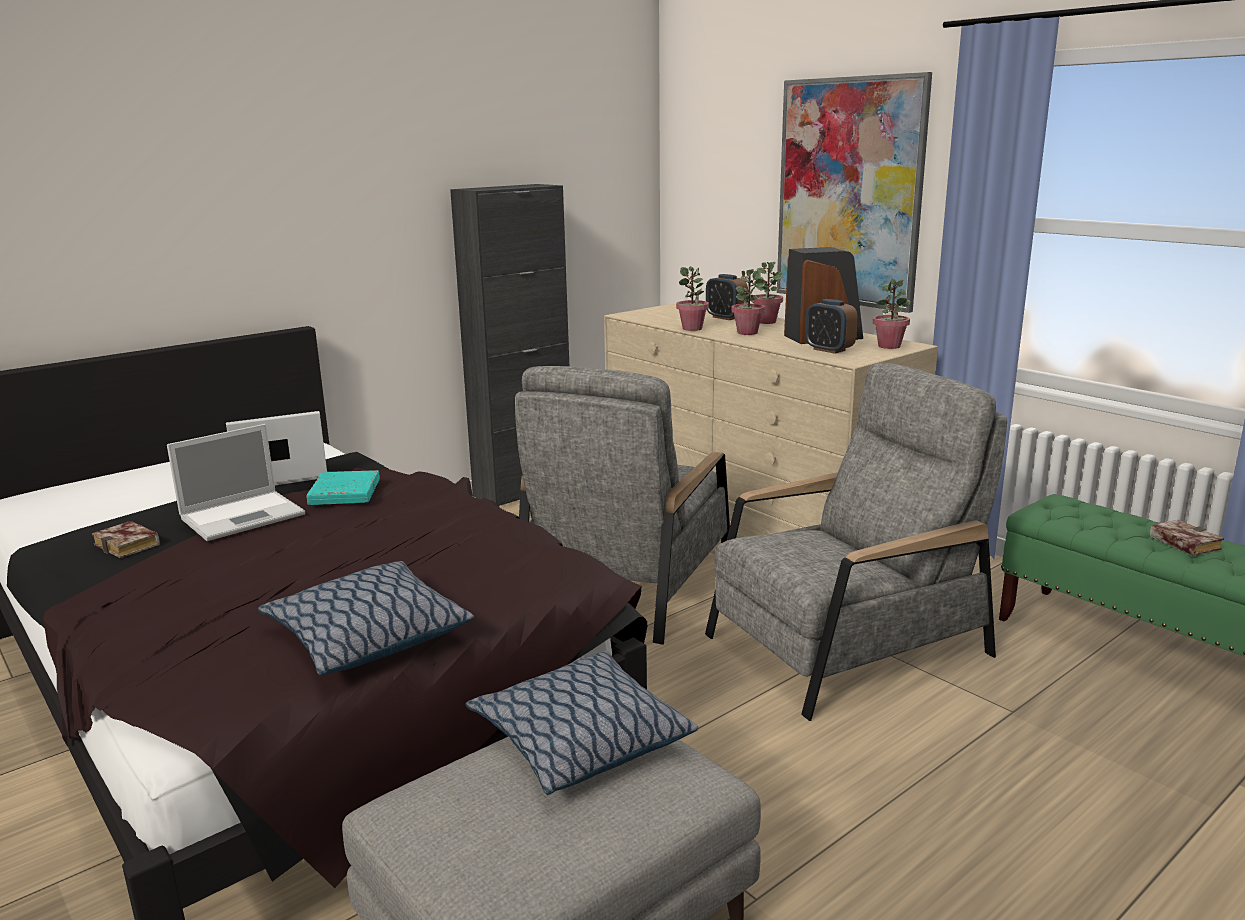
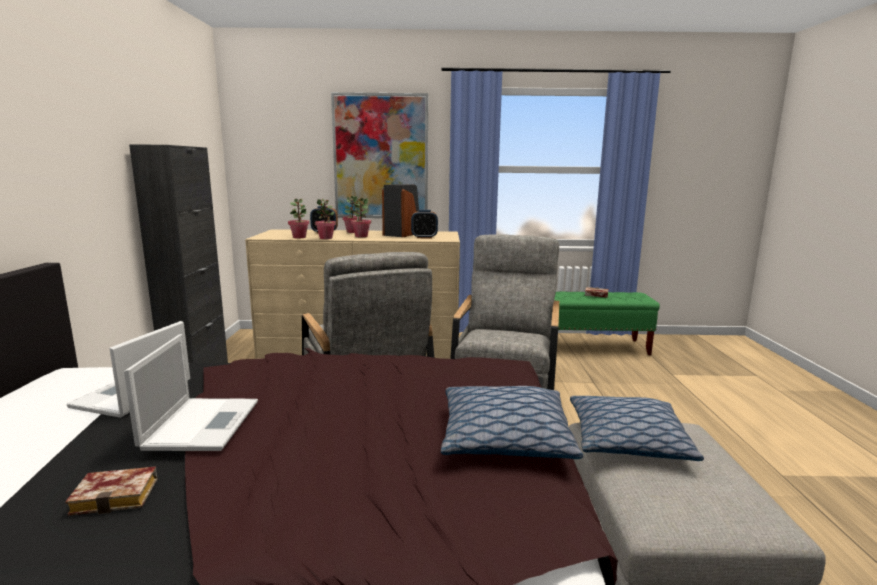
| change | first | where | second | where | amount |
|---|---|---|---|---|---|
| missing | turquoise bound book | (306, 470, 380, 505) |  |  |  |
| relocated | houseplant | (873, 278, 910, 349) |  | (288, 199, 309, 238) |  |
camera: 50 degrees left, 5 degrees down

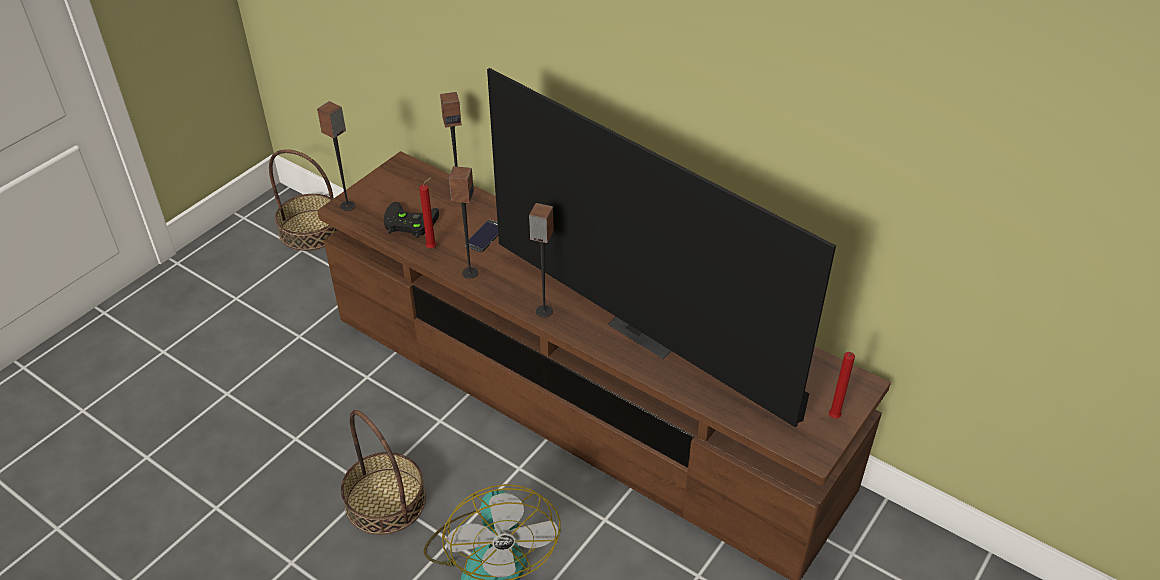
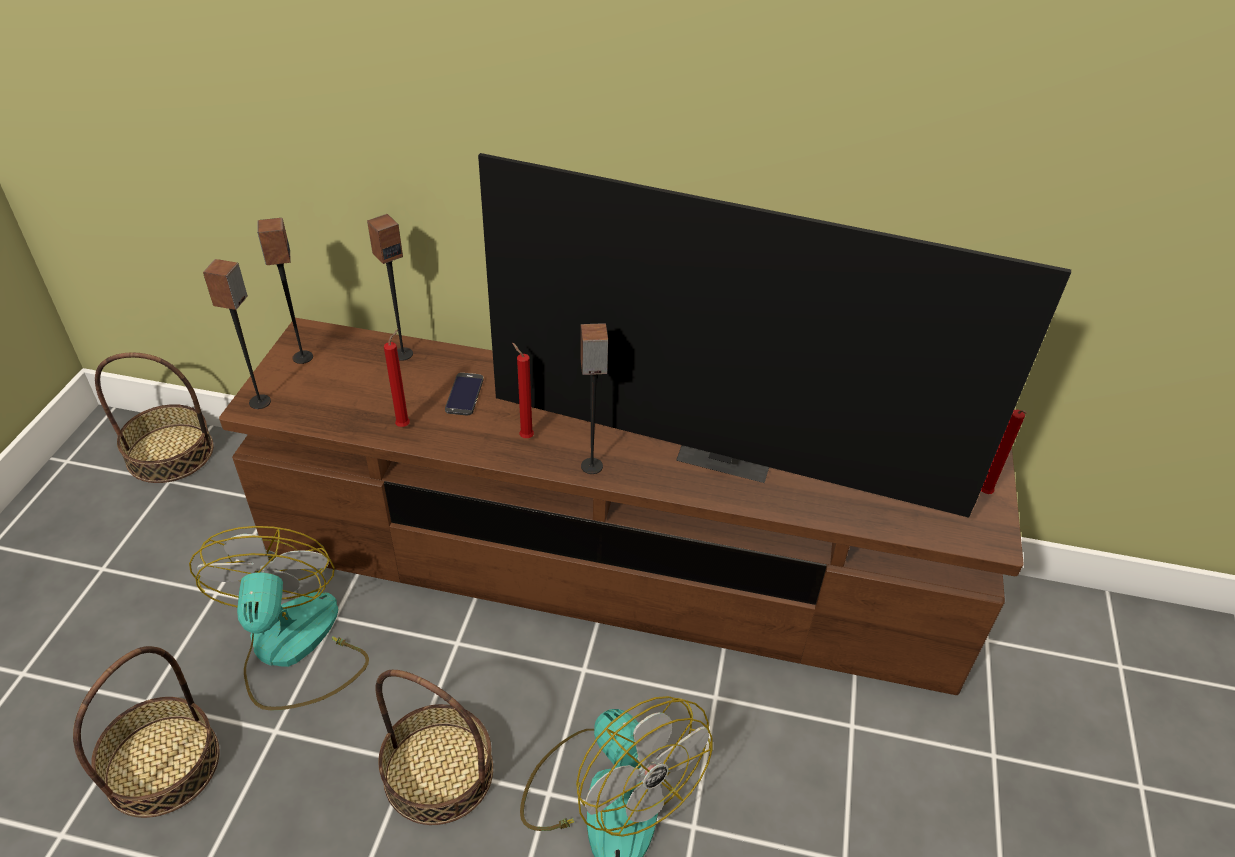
| change | first | where | second | where | amount |
|---|---|---|---|---|---|
| missing | black-coloured gamepad | (384, 202, 439, 238) |  |  |  |
| relocated | audio speaker | (449, 166, 478, 279) |  | (257, 218, 313, 364) |  |
| appeared |  |  | basket | (73, 646, 220, 818) |  |
| appeared |  |  | electric fan | (189, 526, 369, 710) |  |
| appeared |  |  | red wax light | (512, 343, 534, 438) |  |
camera: 25 degrees left, 0 degrees up

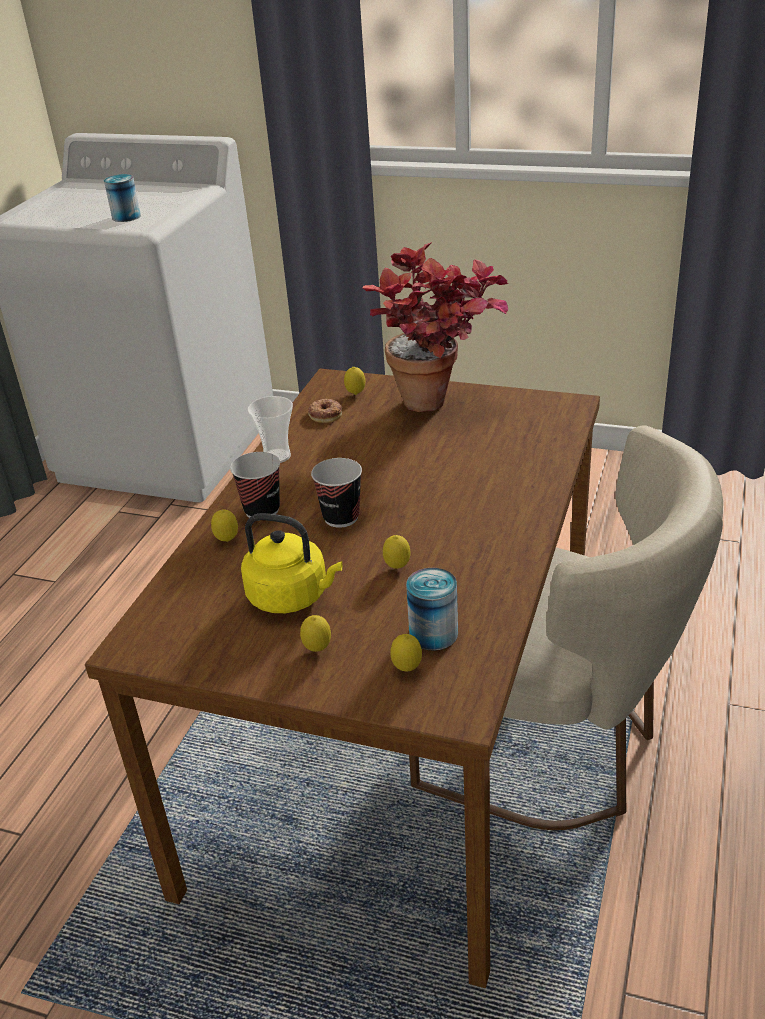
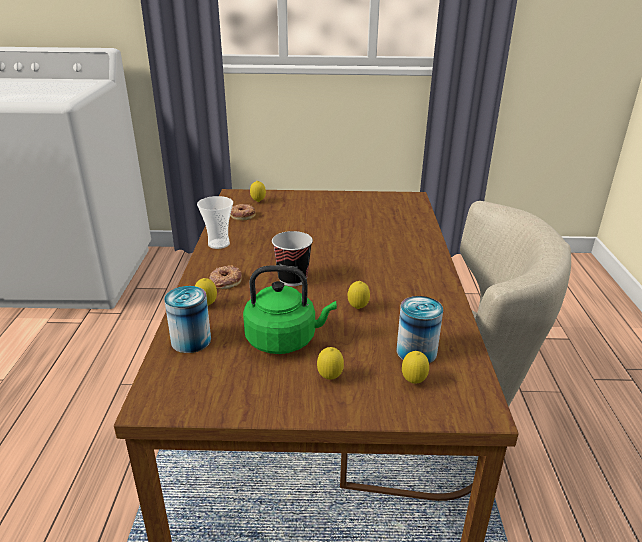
| change | first | where | second | where | amount |
|---|---|---|---|---|---|
| relocated | can | (104, 174, 141, 222) |  | (164, 286, 211, 353) |  |
| exchanged | drinking cup | (230, 452, 280, 518) | ring doughnut | (209, 265, 242, 289) |  |
| colour | yellow-coloured water kettle | (241, 513, 342, 613) | green-coloured water kettle | (243, 265, 337, 354) |  |
| missing | houseplant | (362, 242, 508, 412) |  |  |  |
camera: 20 degrees left, 5 degrees down

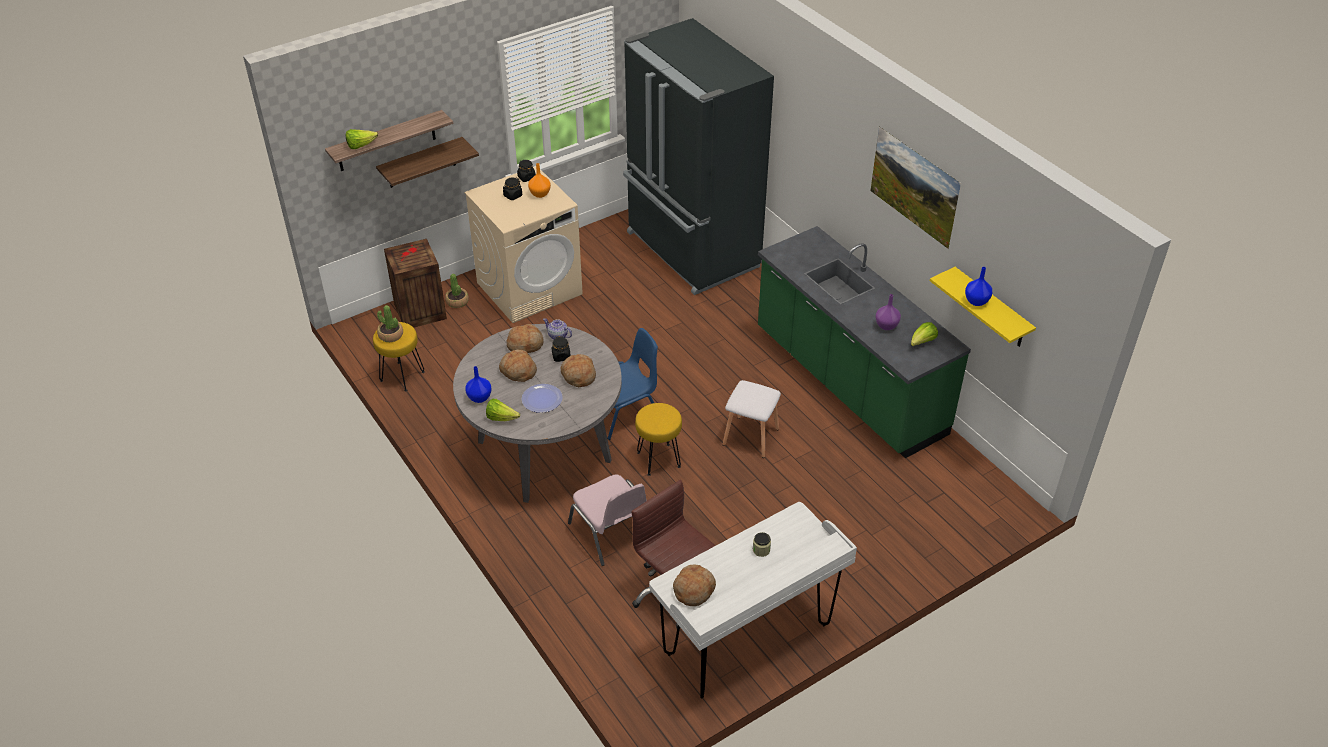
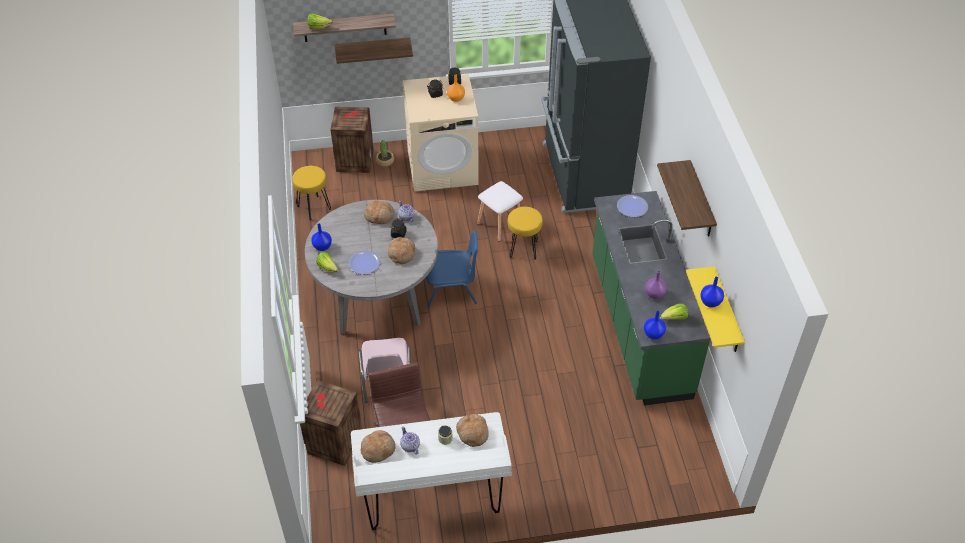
| change | first | where | second | where | amount |
|---|---|---|---|---|---|
| missing | houseplant | (377, 305, 403, 342) |  |  |  |
| relocated | bakery bread | (499, 350, 537, 382) |  | (456, 414, 489, 447) |  |
| relocated | yellow-coloured stool seat | (635, 403, 682, 476) |  | (508, 207, 543, 260) |  |
| relocated | whitish stool seat | (723, 380, 781, 458) |  | (477, 181, 523, 242) |  |
| exchanged | picture | (871, 127, 961, 249) | wall shelf | (657, 160, 717, 237) |  |
| appeared |  |  | shipping crate | (300, 380, 362, 466) |  |
| appeared |  |  | teapot | (400, 426, 420, 455) |  |
| appeared |  |  | plate | (617, 195, 648, 217) |  |
| appeared |  |  | blue flower vase | (644, 311, 666, 340) |  |
camera: 25 degrees right, 5 degrees up

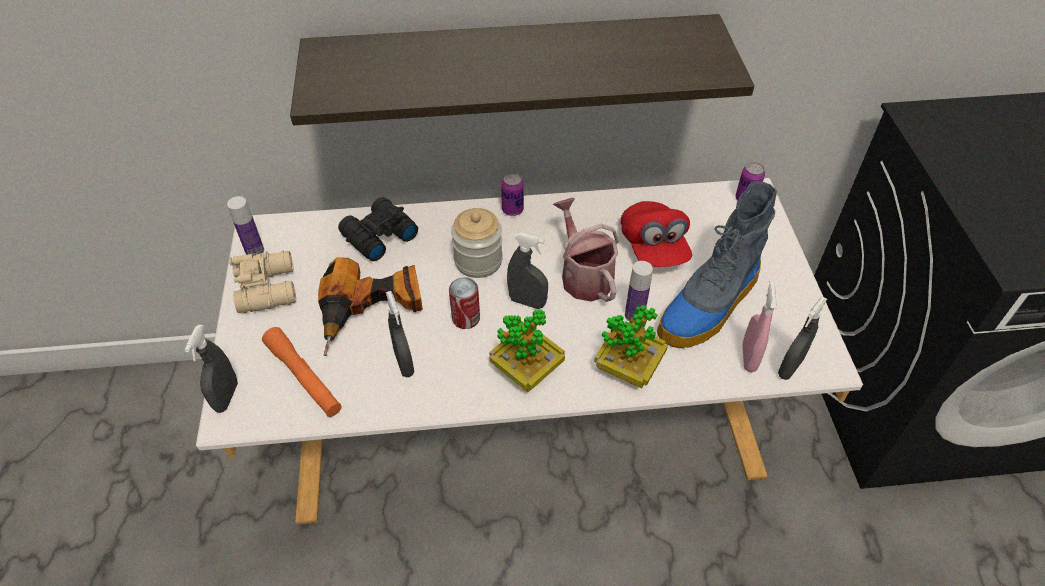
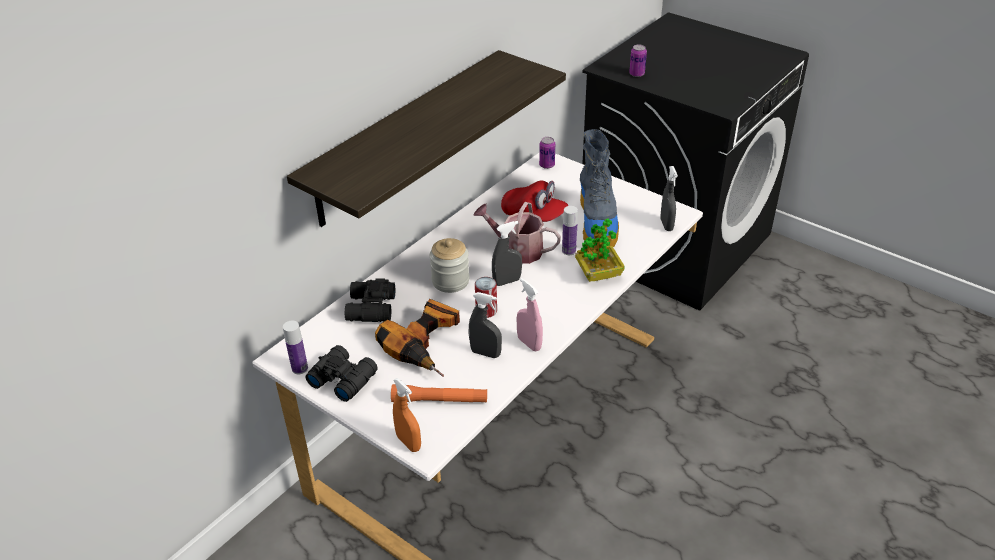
| change | first | where | second | where | amount |
|---|---|---|---|---|---|
| colour | gray hand sprayer | (185, 325, 238, 413) | orangey hand sprayer | (393, 378, 421, 452) |  |
| colour | beige field glasses | (229, 251, 296, 313) | black-coloured field glasses | (305, 345, 378, 402) |  |
| missing | houseplant | (489, 310, 565, 392) |  |  |  |
| relocated | can | (501, 173, 524, 216) |  | (629, 45, 647, 77) |  |
| relocated | pink-coloured hand sprayer | (743, 280, 776, 373) |  | (517, 278, 543, 351) |  |
camera: 45 degrees left, 10 degrees down

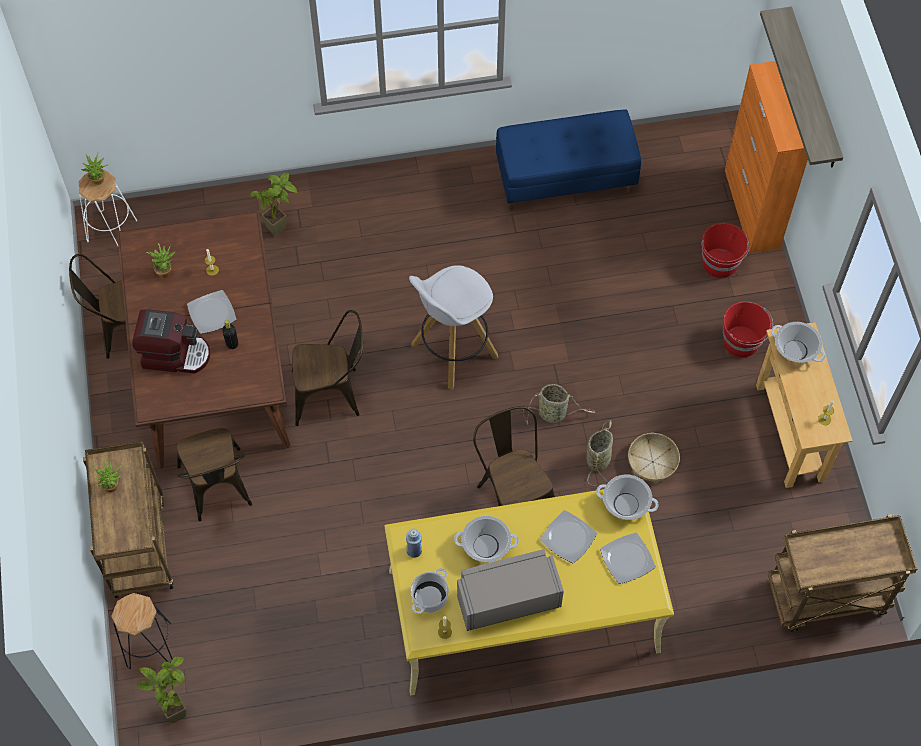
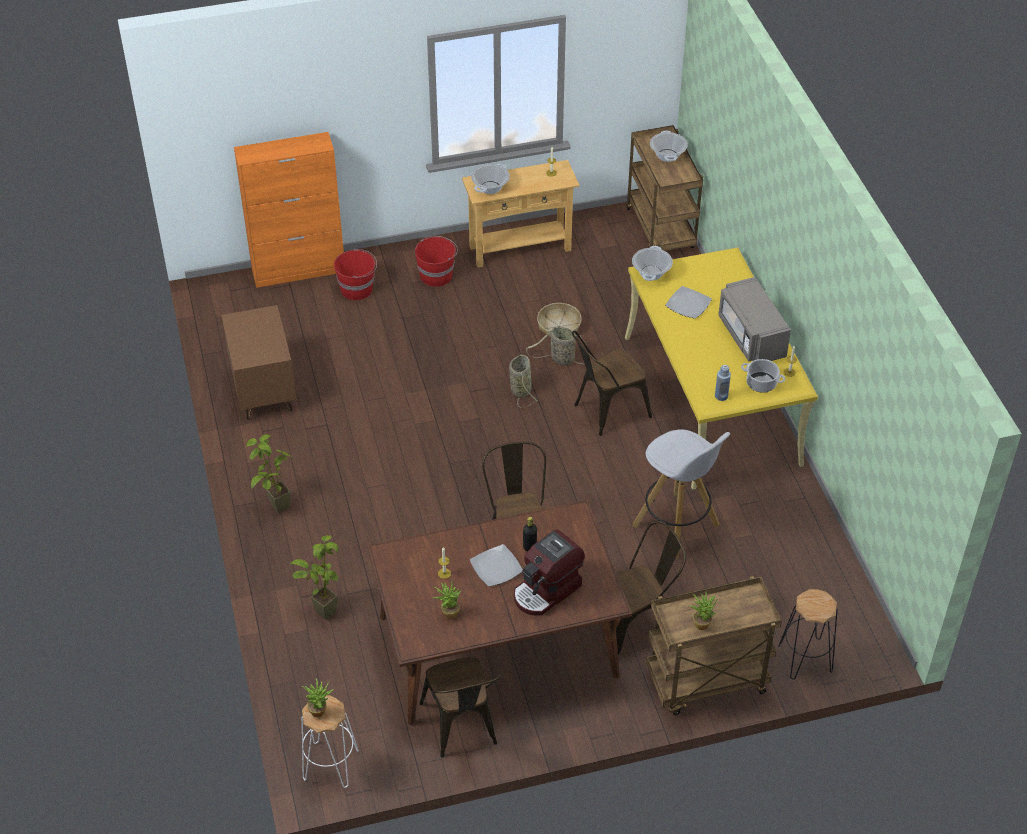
| change | first | where | second | where | amount |
|---|---|---|---|---|---|
| spun | coffee brewer | (132, 309, 210, 373) |  | (514, 529, 585, 615) | 135 degrees counterclockwise |
| relocated | houseplant | (137, 657, 186, 723) |  | (246, 435, 294, 514) |  |
| relocated | whitish stool seat | (409, 265, 498, 390) |  | (632, 429, 730, 559) |  |
| relocated | saucepot | (454, 516, 519, 562) |  | (650, 130, 688, 162) |  |
| exchanged | blue indoor bench | (496, 109, 641, 211) | brownish nightstand | (221, 305, 297, 419) |  |
| missing | plate | (600, 533, 656, 584) |  |  |  |
| missing | wall shelf | (760, 7, 843, 168) |  |  |  |
camera: 95 degrees left, 15 degrees down

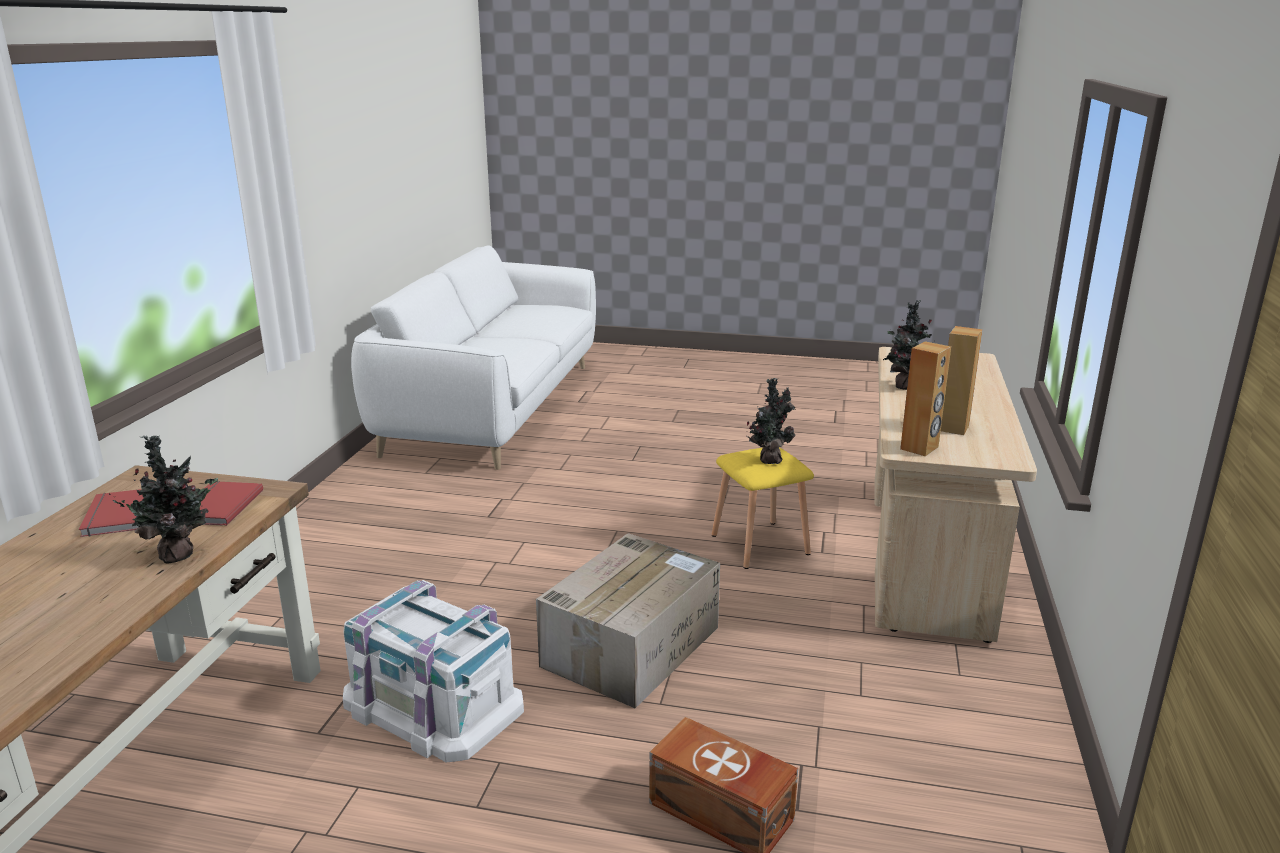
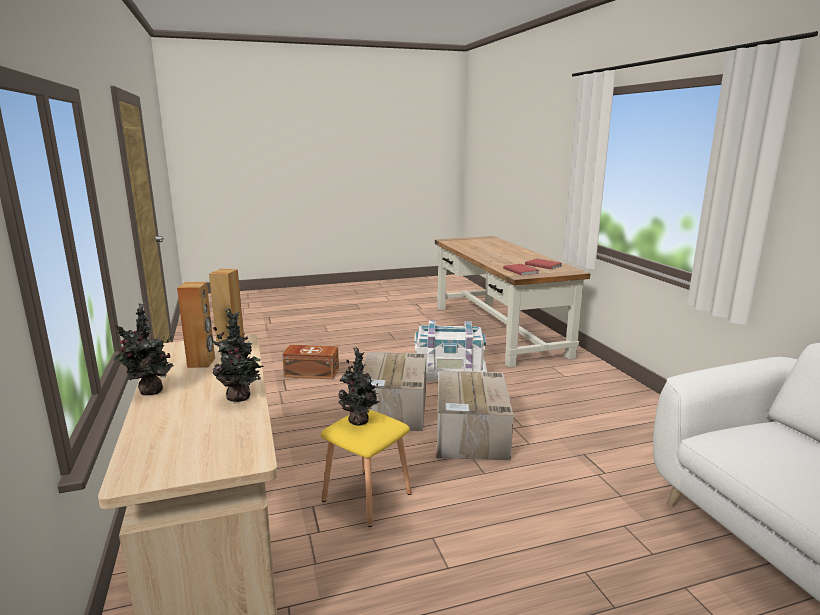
| change | first | where | second | where | amount |
|---|---|---|---|---|---|
| relocated | houseplant | (109, 436, 218, 563) |  | (113, 303, 174, 396) |  |
| appeared |  |  | cardboard box | (437, 371, 514, 461) |  |
camera: 150 degrees right, 5 degrees down

